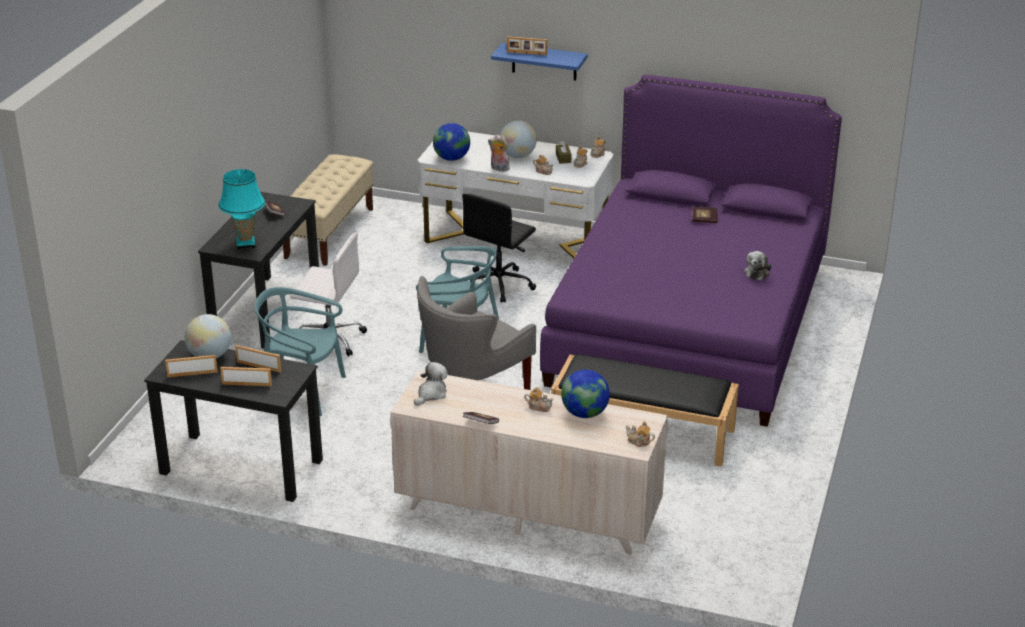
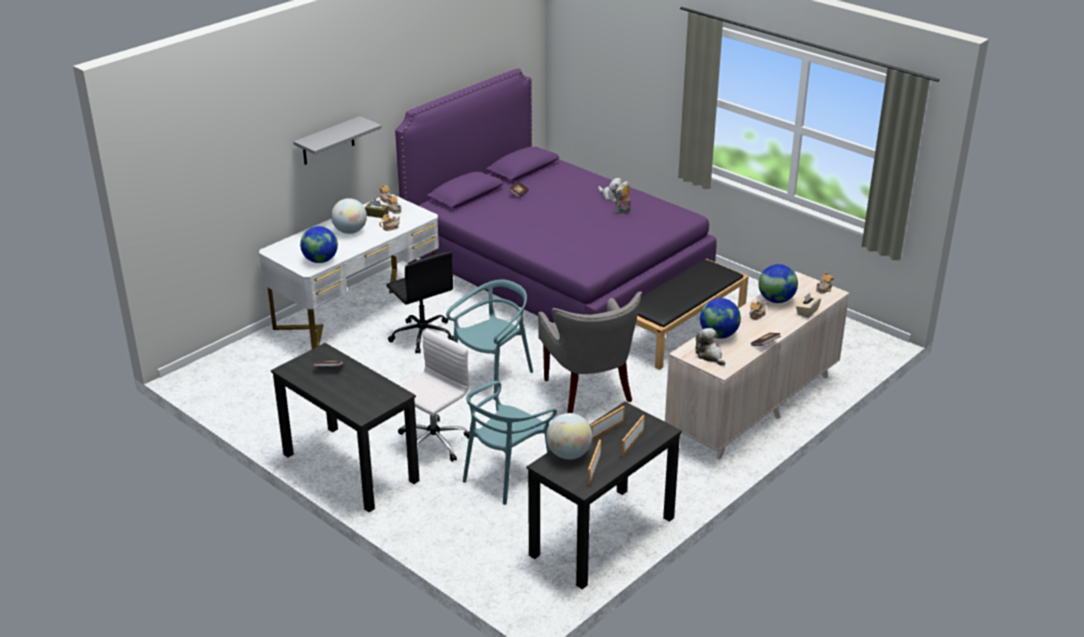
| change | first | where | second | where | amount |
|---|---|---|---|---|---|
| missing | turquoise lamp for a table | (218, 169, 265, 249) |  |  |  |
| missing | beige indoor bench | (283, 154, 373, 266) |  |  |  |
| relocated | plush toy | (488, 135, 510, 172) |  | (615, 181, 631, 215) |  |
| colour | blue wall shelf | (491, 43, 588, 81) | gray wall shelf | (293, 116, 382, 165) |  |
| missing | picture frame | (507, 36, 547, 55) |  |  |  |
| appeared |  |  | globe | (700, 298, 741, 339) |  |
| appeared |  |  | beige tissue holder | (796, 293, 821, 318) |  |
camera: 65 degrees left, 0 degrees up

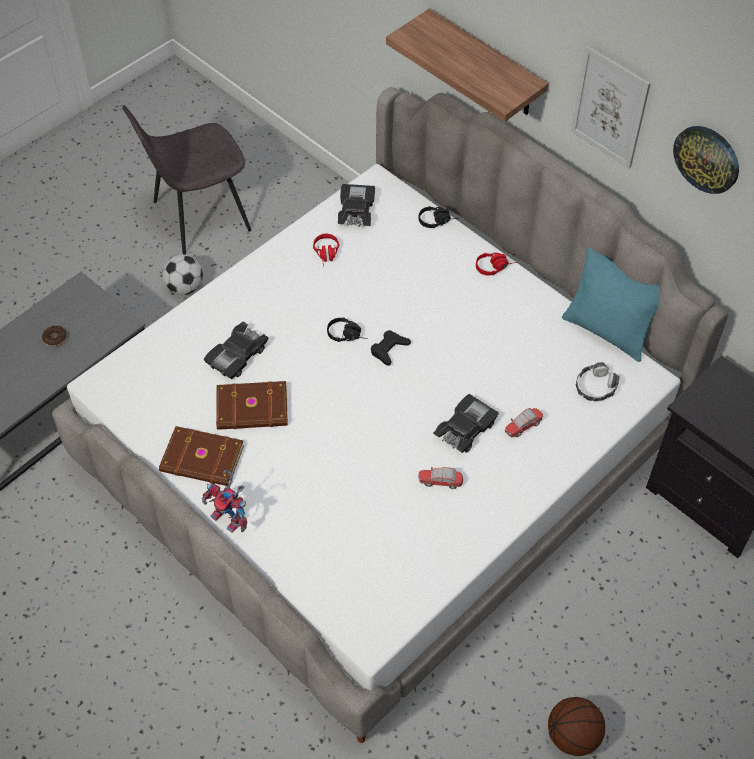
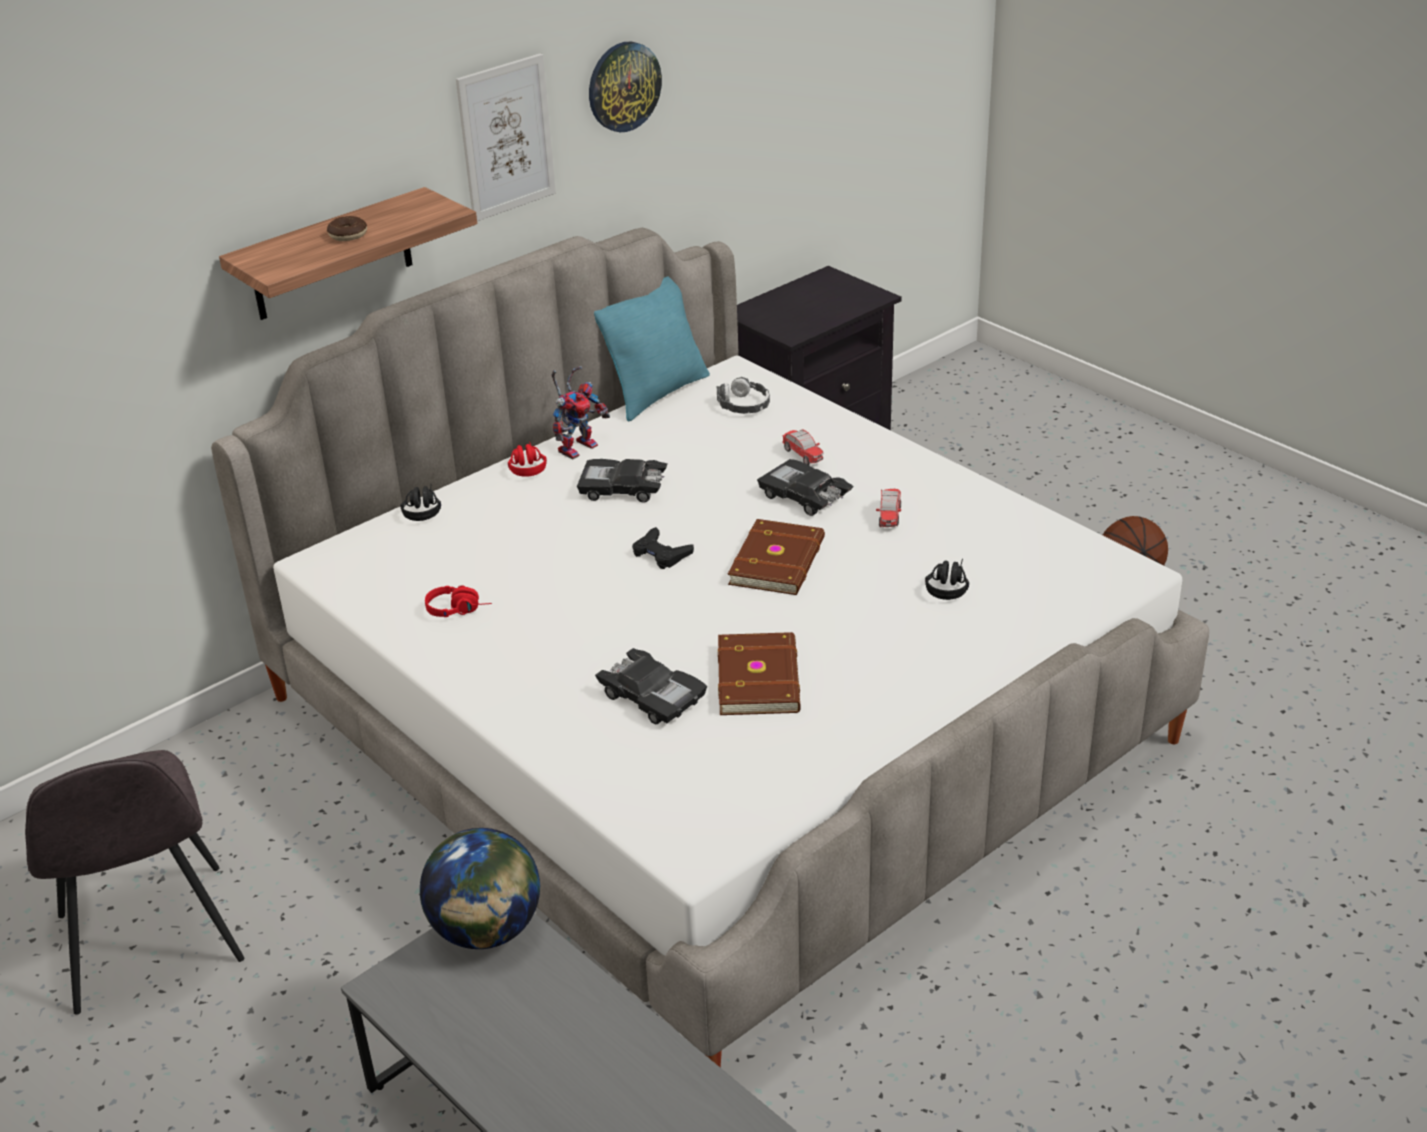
| change | first | where | second | where | amount |
|---|---|---|---|---|---|
| relocated | ring doughnut | (42, 326, 67, 347) |  | (327, 216, 367, 241) |  |
| relocated | brownish bound book | (159, 426, 244, 486) |  | (728, 519, 825, 595) |  |
| missing | football | (162, 254, 203, 295) |  |  |  |
| relocated | model robot | (202, 470, 247, 533) |  | (551, 366, 610, 459) |  |
| relocated | black-coloured headset | (327, 317, 368, 342) |  | (925, 559, 969, 600) |  |
| relocated | black-coloured toy car | (338, 184, 375, 227) |  | (577, 459, 668, 503) |  |
| appeared |  |  | globe | (420, 828, 540, 949) |  |
camera: 85 degrees left, 20 degrees down

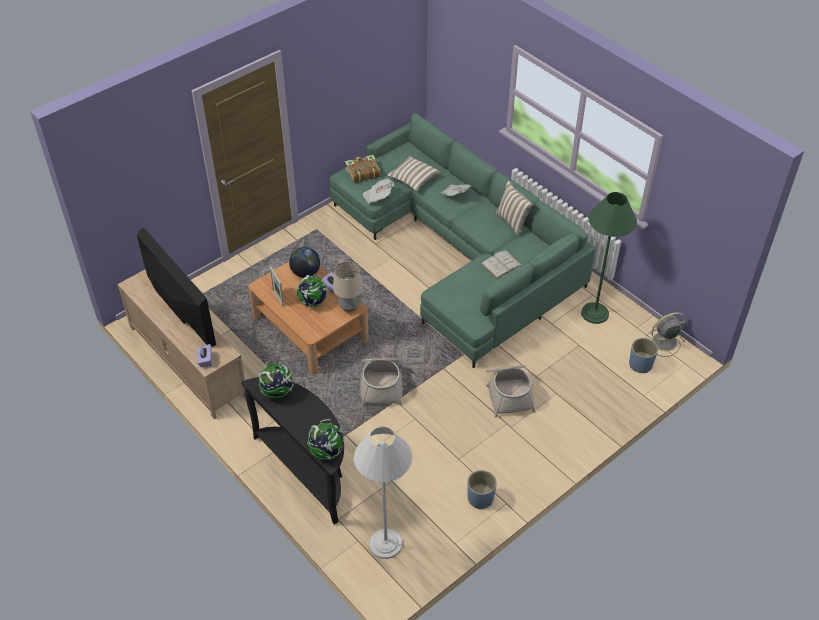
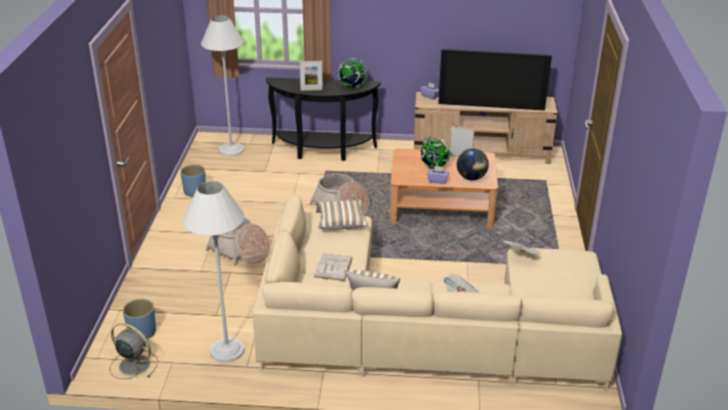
| change | first | where | second | where | amount |
|---|---|---|---|---|---|
| missing | globe | (307, 419, 344, 460) |  |  |  |
| colour | green-coloured settee | (329, 112, 596, 368) | beige settee | (253, 194, 622, 391) |  |
| missing | lamp for a table | (333, 261, 363, 313) |  |  |  |
| missing | bound book | (345, 155, 380, 183) |  |  |  |
| relocated | cushion | (387, 156, 441, 192) |  | (317, 200, 367, 230) |  |
| colour | green-coloured standard lamp | (581, 192, 637, 324) | whitish standard lamp | (183, 181, 245, 363) |  |
| spun | gray electric fan | (646, 312, 686, 357) |  | (110, 323, 158, 379) | 90 degrees counterclockwise |
| appeared |  |  | picture frame | (299, 61, 323, 91) |  |
camera: 135 degrees right, 15 degrees down

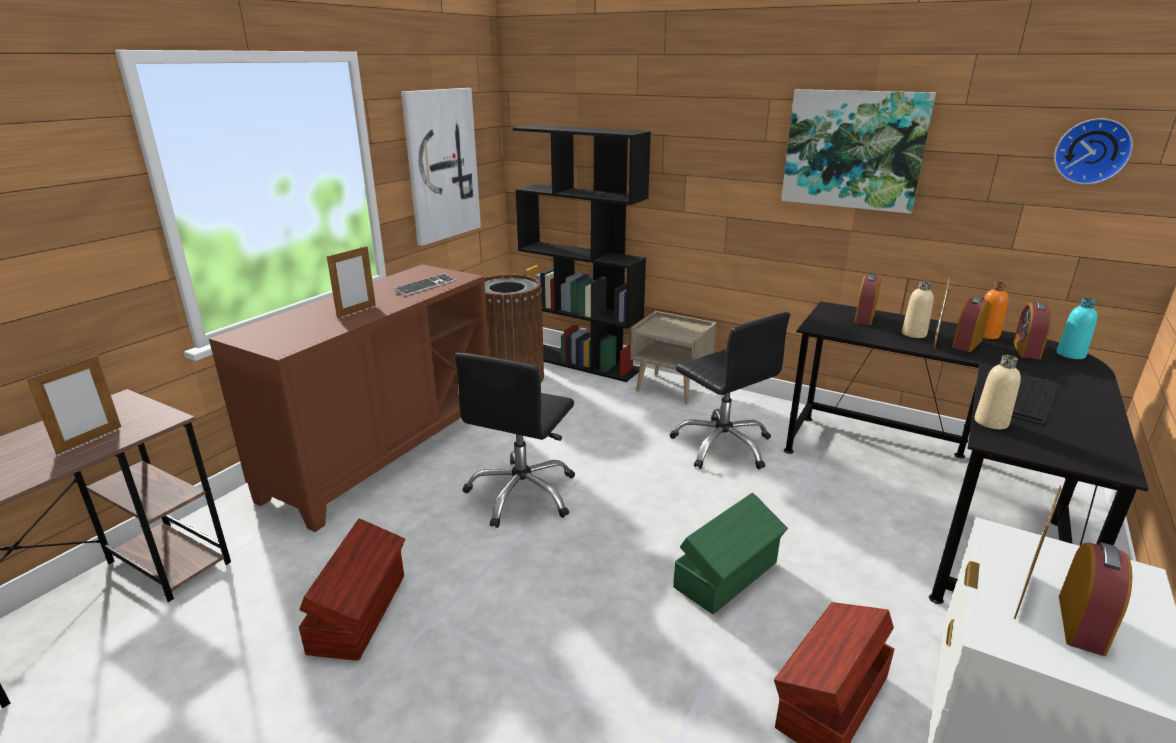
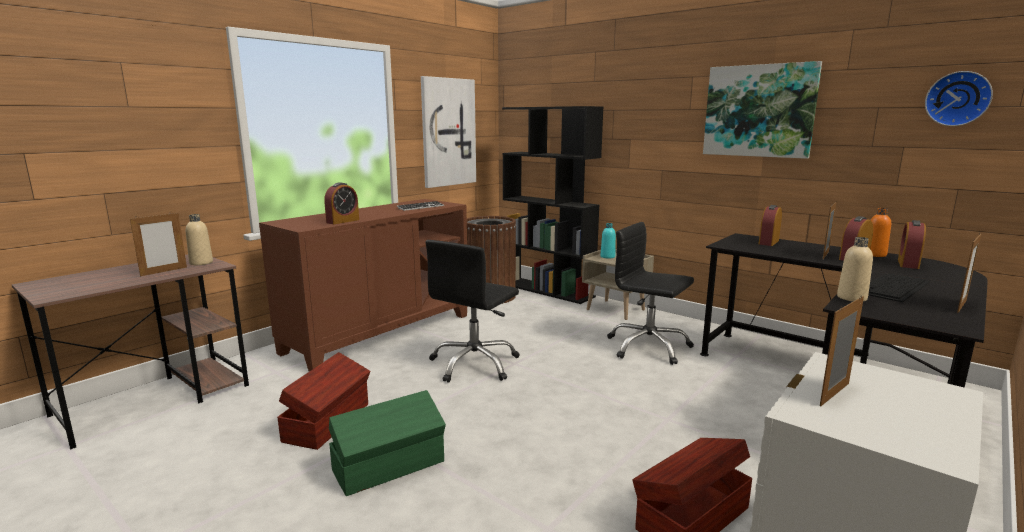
| change | first | where | second | where | amount |
|---|---|---|---|---|---|
| relocated | picture frame | (327, 245, 376, 318) |  | (957, 233, 981, 313) |  |
| spun | black-coloured computer chair | (670, 312, 790, 469) |  | (607, 222, 694, 365) | 150 degrees clockwise |
| relocated | green-coloured storage bin | (673, 492, 788, 614) |  | (329, 390, 446, 496) |  |
| relocated | beige bottle | (902, 281, 934, 338) |  | (186, 214, 213, 265) |  |
| relocated | turquoise bottle | (1057, 298, 1097, 359) |  | (601, 223, 616, 259) |  |
| relocated | table clock | (1059, 542, 1132, 656) |  | (324, 182, 359, 224) |  |
camera: 10 degrees right, 10 degrees down

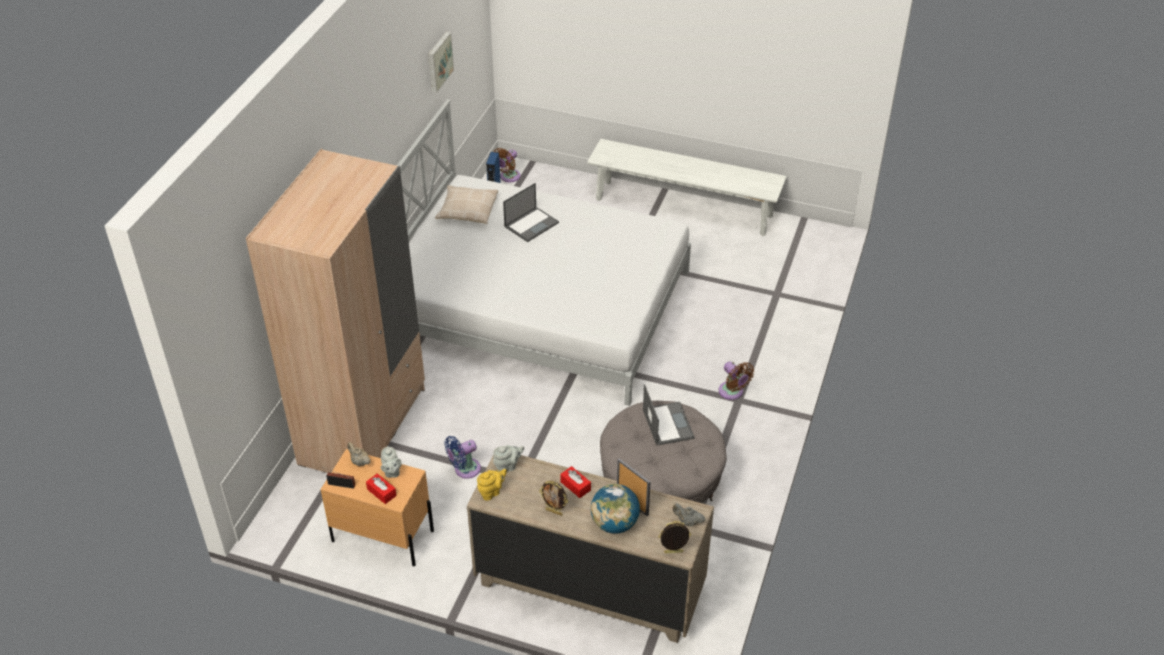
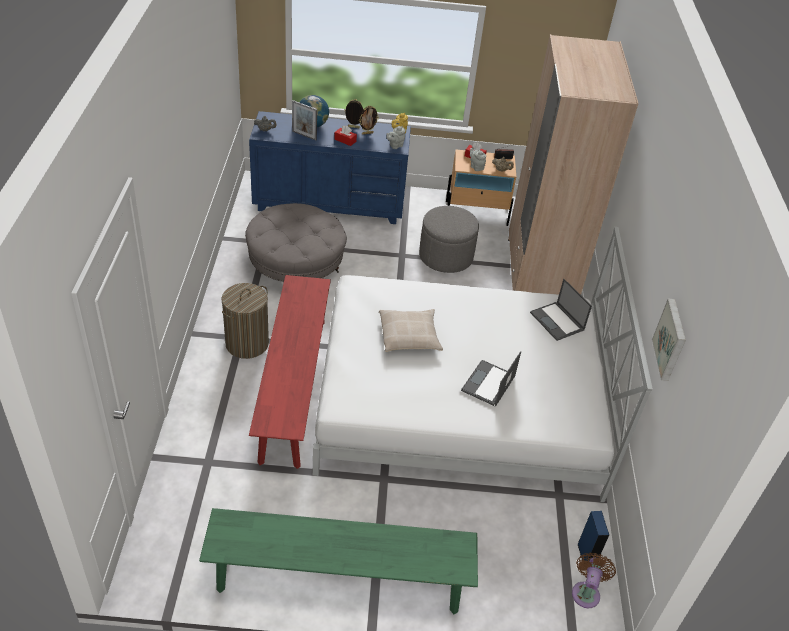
| change | first | where | second | where | amount |
|---|---|---|---|---|---|
| relocated | beige cushion | (435, 185, 498, 224) |  | (379, 309, 443, 352) |  |
| exchanged | blue electric fan | (444, 436, 481, 479) | gray footrest | (419, 206, 479, 273) |  |
| colour | beige dresser | (467, 455, 714, 643) | blue dresser | (249, 111, 411, 224) |  |
| colour | whitish indoor bench | (587, 139, 787, 236) | green-coloured indoor bench | (199, 508, 478, 614) |  |
| relocated | notebook computer | (643, 384, 694, 445) |  | (530, 279, 592, 341) |  |
| relocated | picture frame | (658, 521, 691, 553) |  | (359, 105, 379, 135) |  |
| exchanged | brownish electric fan | (719, 361, 754, 400) | laundry basket | (221, 283, 269, 359) |  |
| appeared |  |  | red indoor bench | (249, 275, 331, 469) |  |
camera: 160 degrees right, 0 degrees up

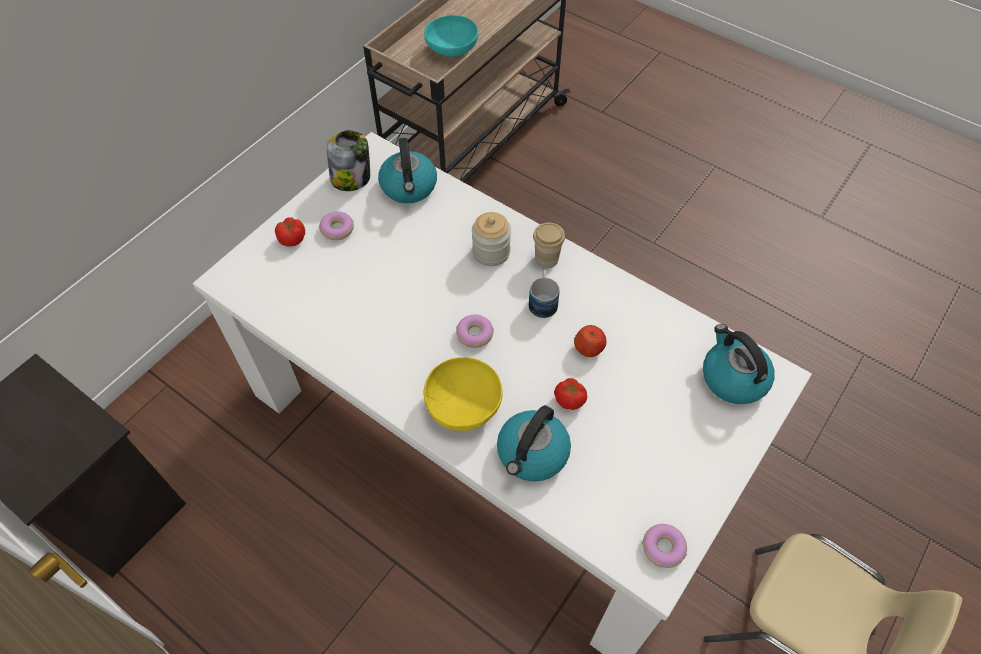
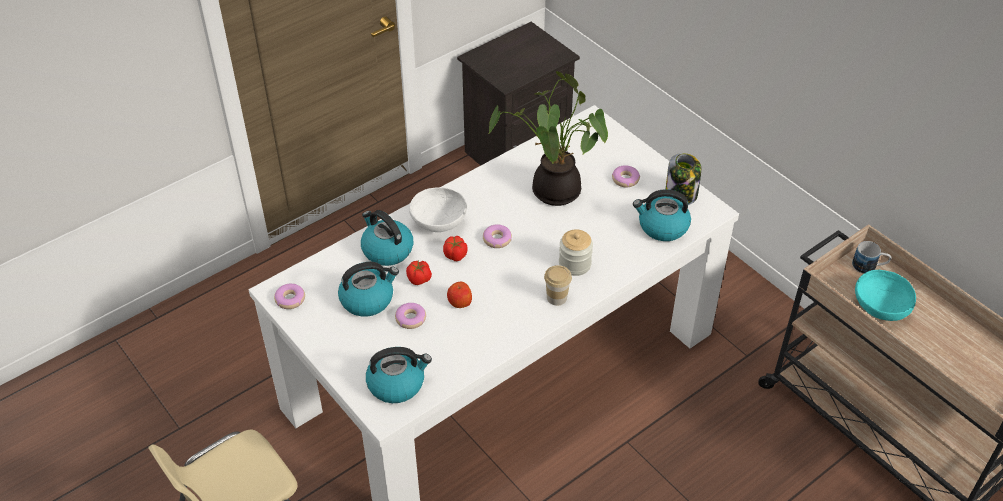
| change | first | where | second | where | amount |
|---|---|---|---|---|---|
| relocated | tomato | (275, 217, 305, 247) |  | (443, 236, 467, 261) |  |
| colour | yellow-coloured serving bowl | (424, 357, 502, 431) | whitish serving bowl | (409, 187, 467, 232) |  |
| relocated | mug | (529, 270, 560, 318) |  | (852, 241, 891, 273) |  |
| appeared |  |  | water kettle | (338, 262, 399, 317) |  |
| appeared |  |  | ring doughnut | (395, 303, 426, 329) |  |
| appeared |  |  | houseplant | (488, 71, 608, 206) |  |
camera: 105 degrees right, 10 degrees down

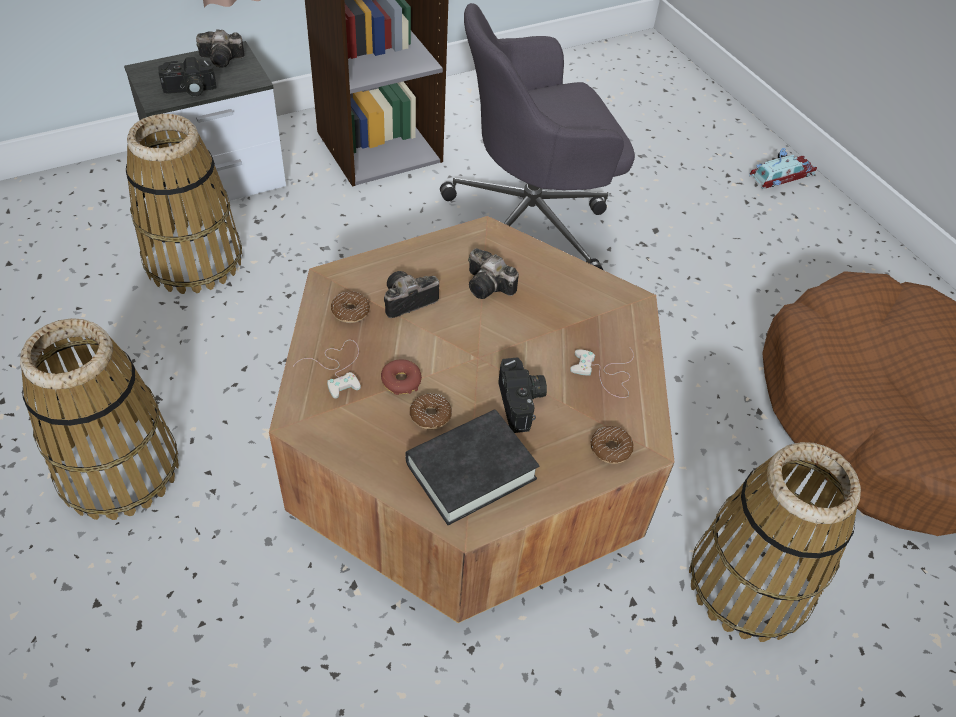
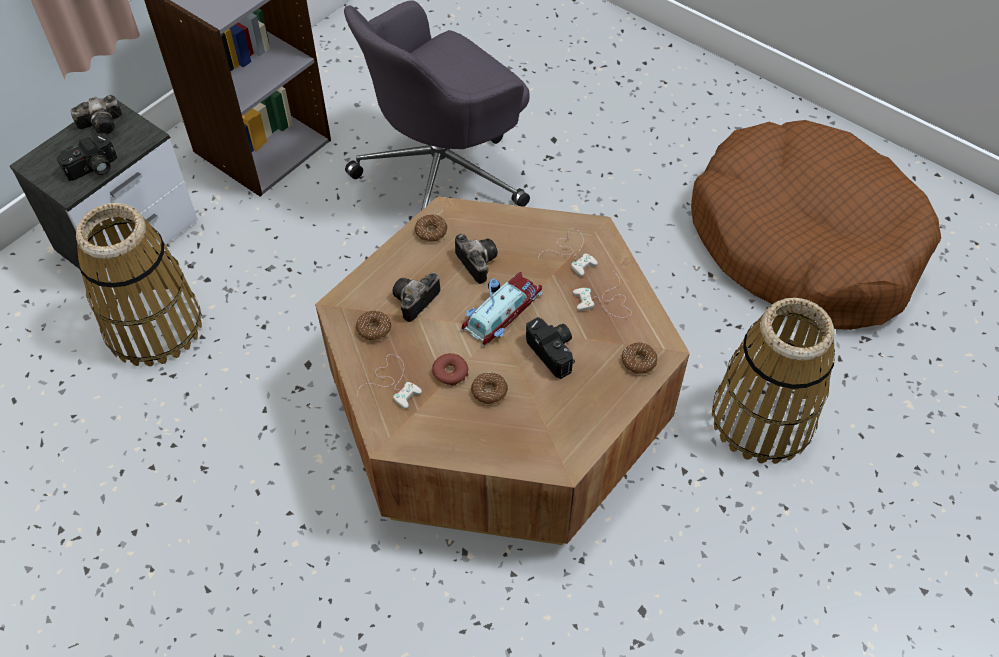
| change | first | where | second | where | amount |
|---|---|---|---|---|---|
| missing | basket | (20, 318, 179, 520) |  |  |  |
| missing | black-coloured bound book | (405, 410, 539, 525) |  |  |  |
| spun | still camera | (468, 248, 519, 299) |  | (455, 234, 498, 284) | 135 degrees counterclockwise |
| relocated | toy car | (749, 148, 817, 189) |  | (461, 272, 542, 347) |  |
| appeared |  |  | ring doughnut | (415, 215, 447, 242) |  |
| appeared |  |  | whitish gamepad | (538, 228, 598, 276) |  |
camera: 20 degrees left, 5 degrees up

